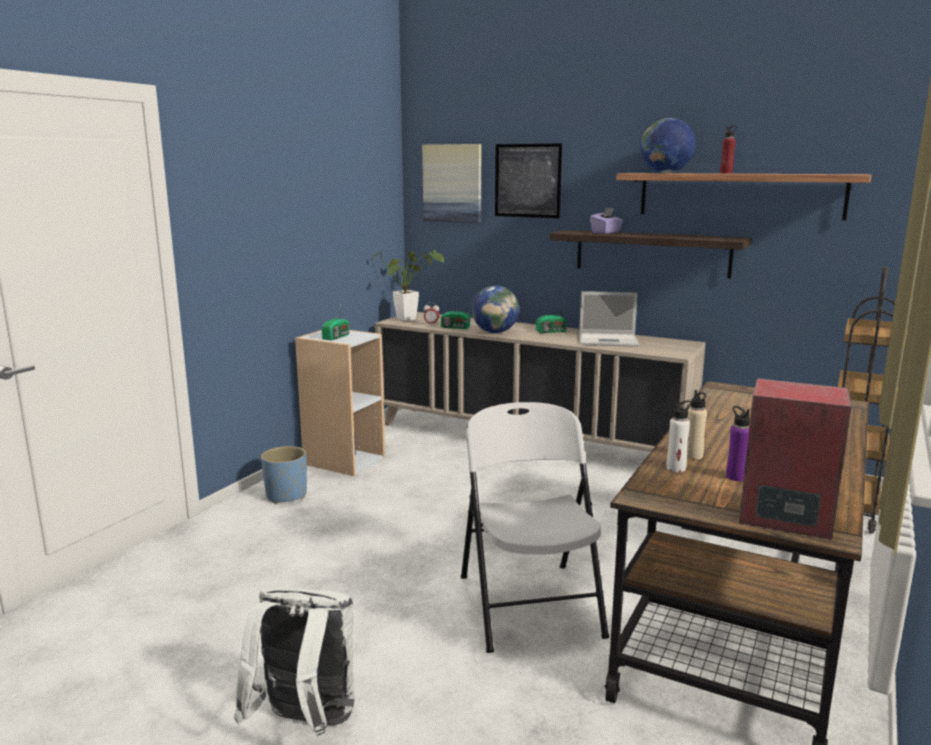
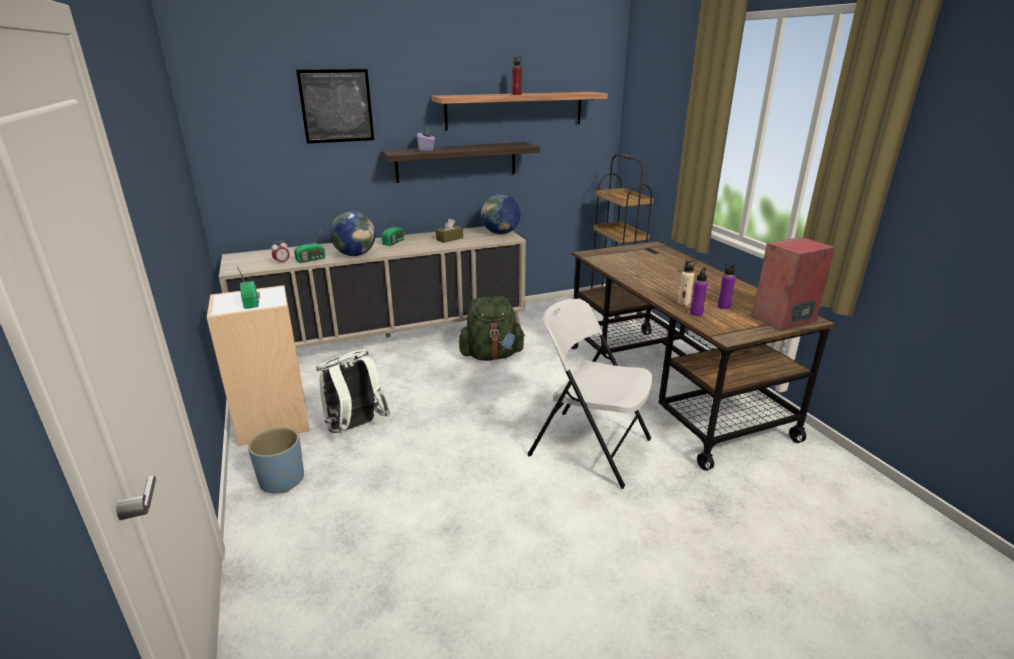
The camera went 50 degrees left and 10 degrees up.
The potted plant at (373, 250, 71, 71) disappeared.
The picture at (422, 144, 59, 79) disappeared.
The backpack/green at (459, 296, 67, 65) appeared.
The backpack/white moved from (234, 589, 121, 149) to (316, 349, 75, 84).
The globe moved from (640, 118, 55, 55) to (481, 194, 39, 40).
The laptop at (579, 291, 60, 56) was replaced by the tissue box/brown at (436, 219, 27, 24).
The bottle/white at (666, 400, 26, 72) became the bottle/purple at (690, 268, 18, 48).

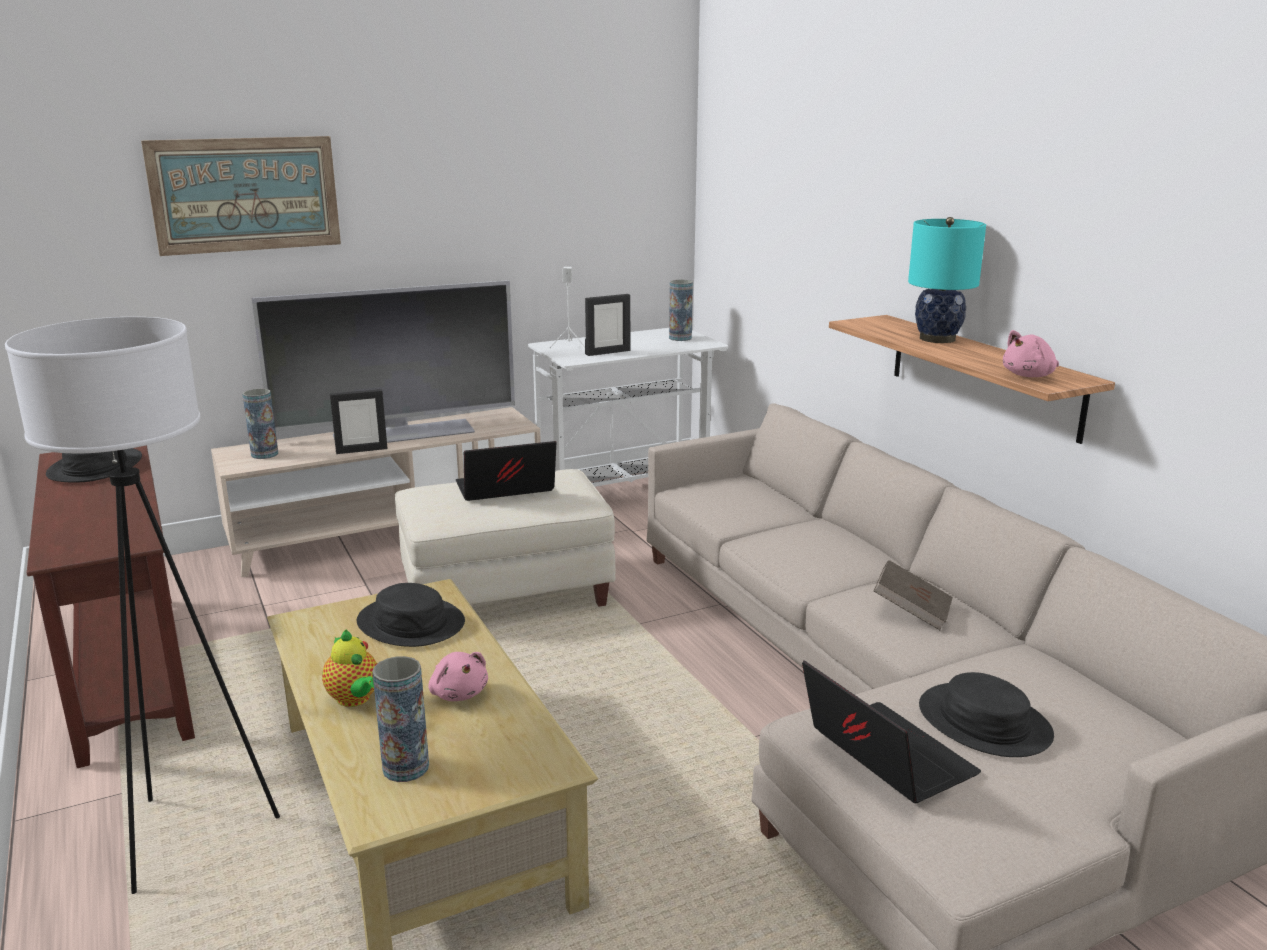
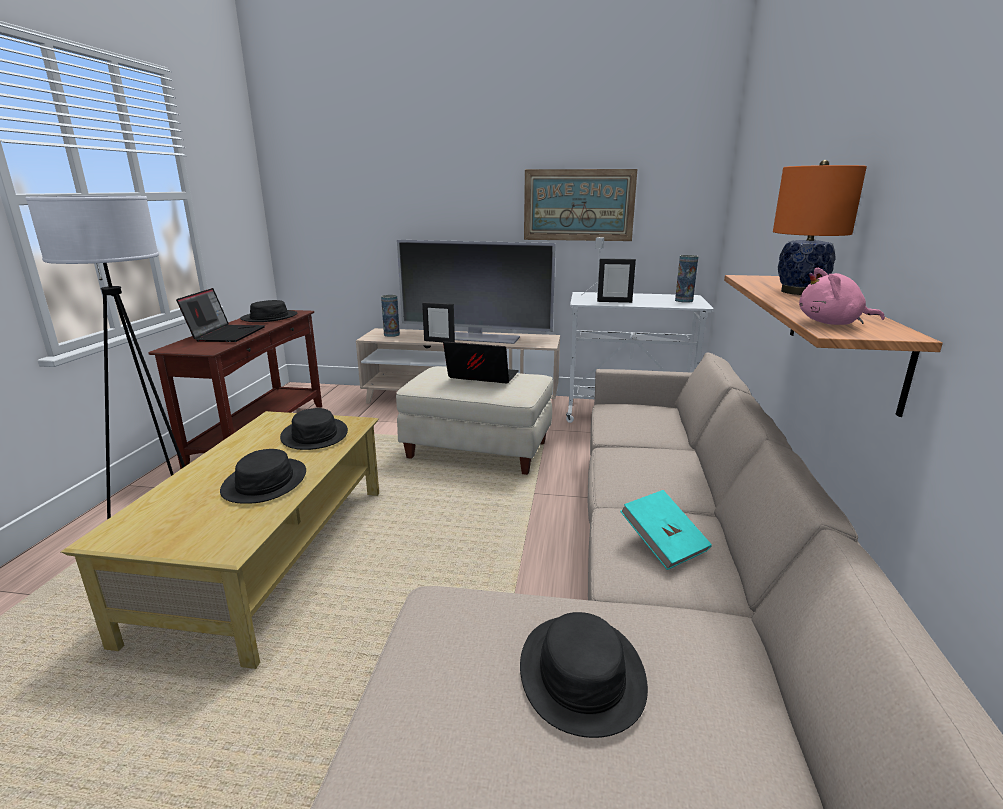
The camera went 35 degrees right and 0 degrees up.
The teapot at (322, 630, 55, 77) disappeared.
The vase at (372, 656, 57, 126) disappeared.
The picture moved from (141, 136, 200, 120) to (524, 169, 113, 72).
The laptop moved from (802, 660, 179, 143) to (176, 288, 89, 54).
The plush toy/pink at (428, 652, 60, 49) was replaced by the hat/black at (220, 449, 86, 55).
The book/brown at (874, 560, 79, 70) became the book/turquoise at (620, 490, 92, 80).
The table lamp/turquoise at (908, 217, 78, 126) became the table lamp/orange at (773, 160, 94, 135).

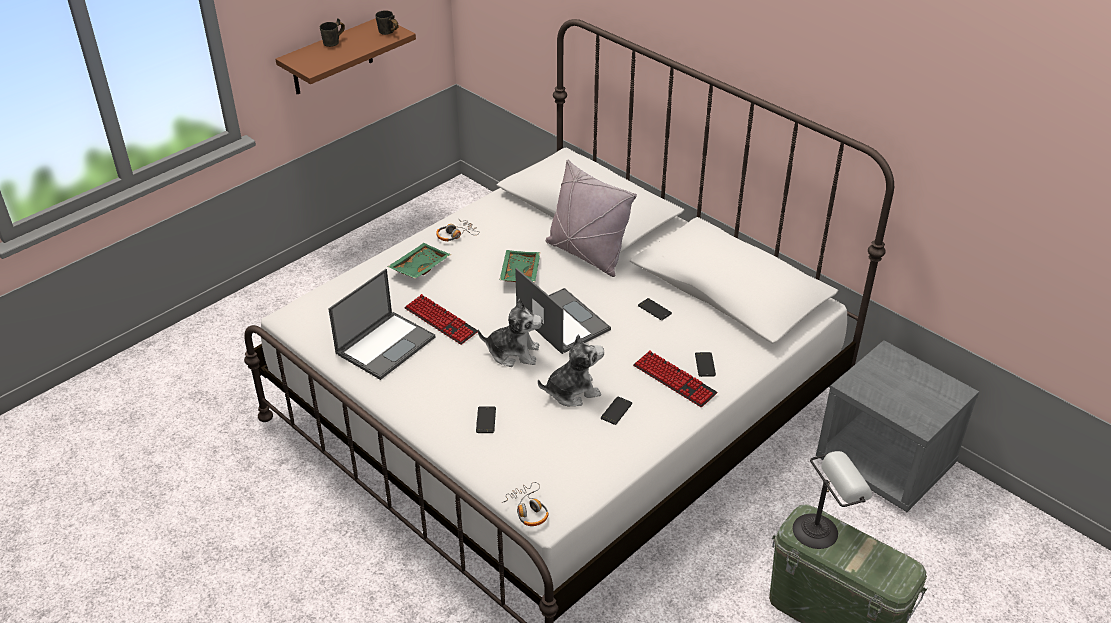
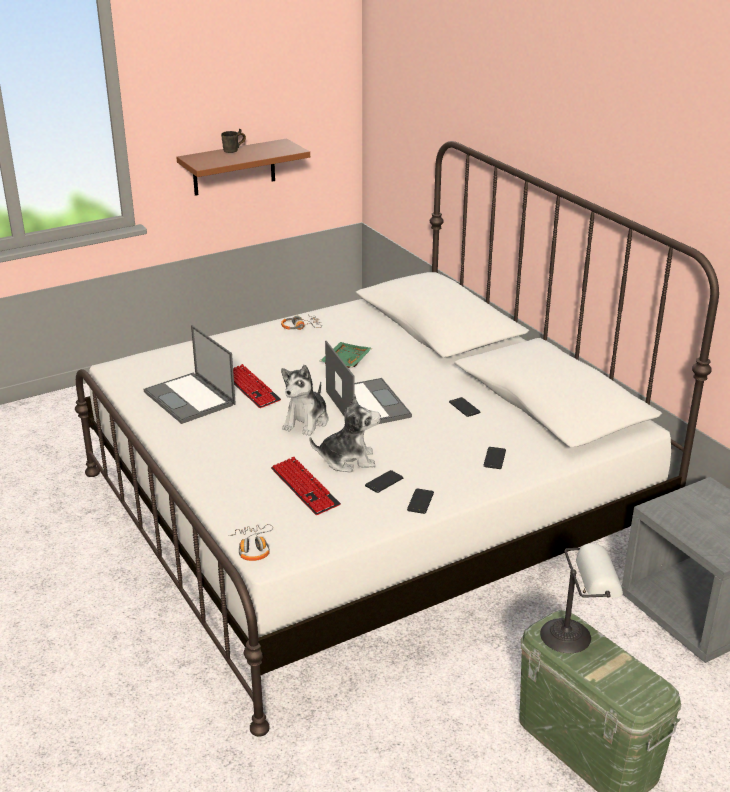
The camera went 15 degrees right and 10 degrees down.
The mug/grey at (375, 10, 24, 25) disappeared.
The tray/green at (387, 243, 64, 36) disappeared.
The pillow/purple at (546, 160, 91, 117) disappeared.
The phone moved from (476, 406, 20, 27) to (407, 488, 27, 26).
The keyboard moved from (633, 350, 85, 57) to (271, 457, 70, 58).
The laptop at (328, 269, 107, 111) turned 90 degrees clockwise.
The plush toy at (478, 299, 64, 68) turned 90 degrees clockwise.

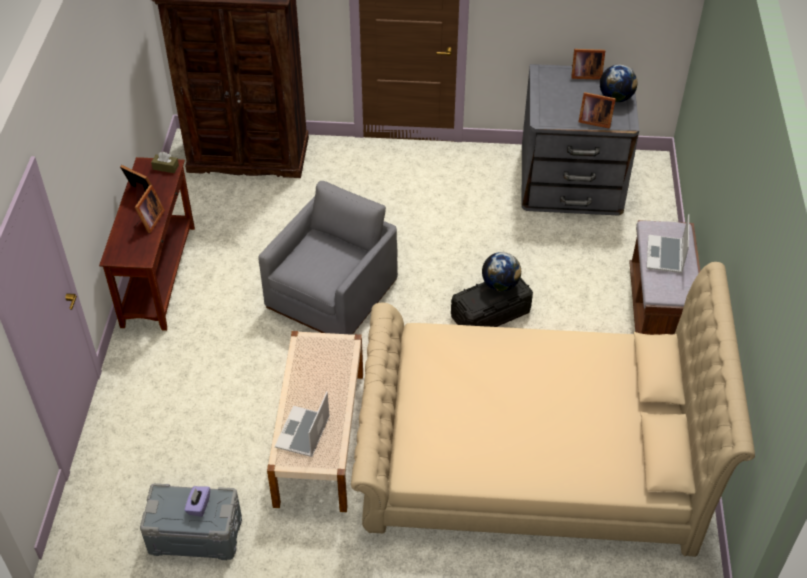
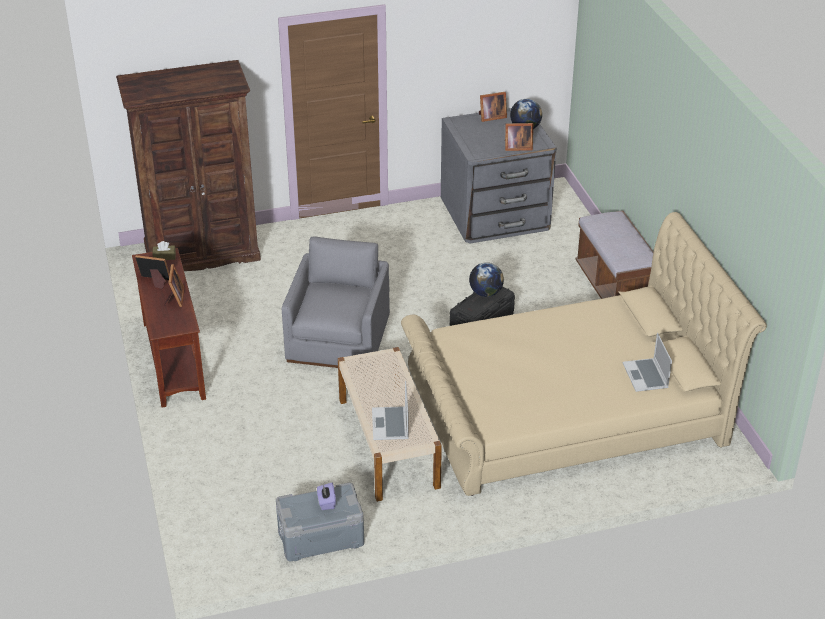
The camera went 20 degrees left and 10 degrees down.
The laptop moved from (647, 214, 42, 59) to (623, 333, 49, 59).

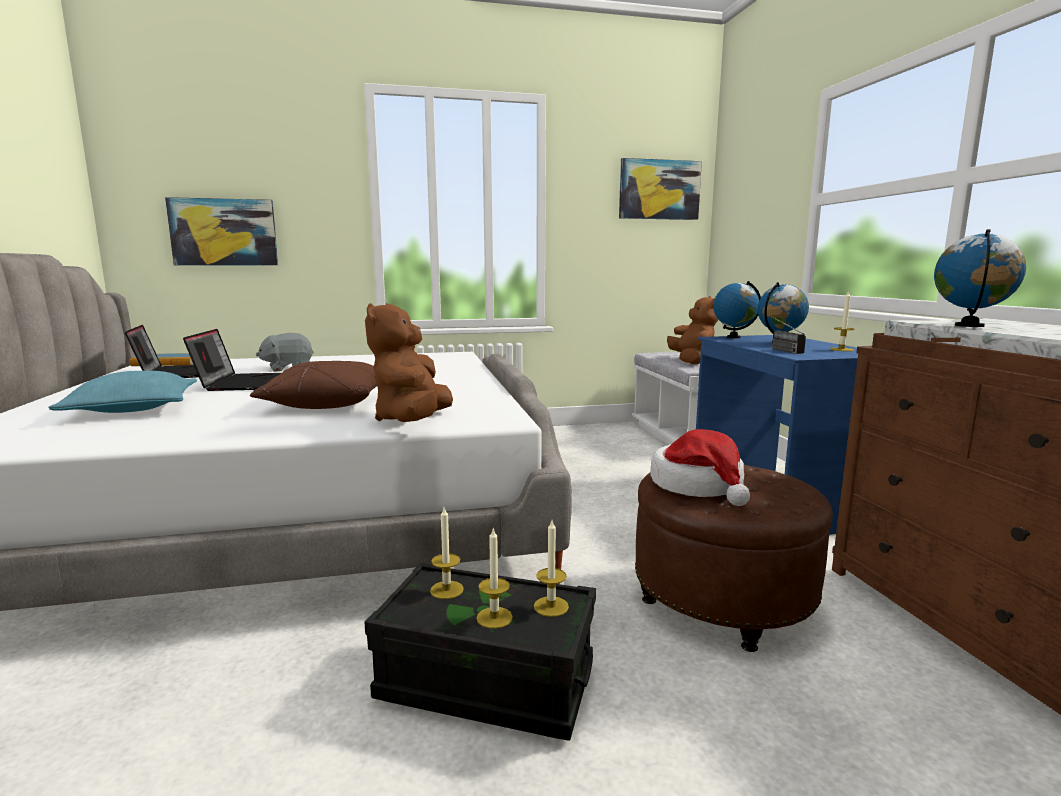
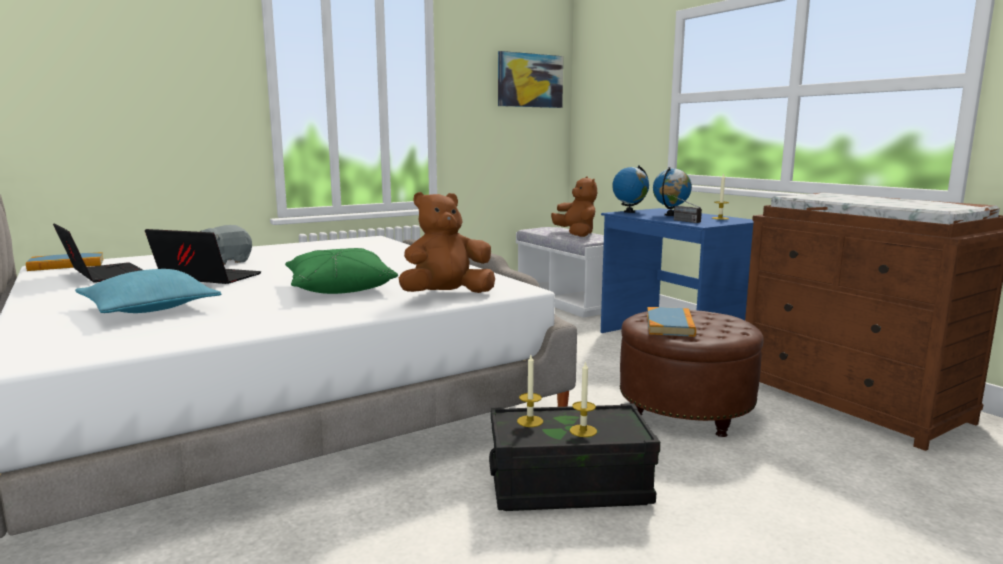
The camera went 20 degrees left and 0 degrees up.
The picture at (165, 197, 113, 69) disappeared.
The candle at (534, 520, 35, 97) disappeared.
The globe at (934, 229, 92, 98) disappeared.
The hat at (650, 429, 100, 77) was replaced by the book at (647, 307, 49, 30).
The pillow/brown at (250, 361, 127, 48) became the pillow/green at (285, 248, 113, 46).
The laptop at (183, 329, 98, 62) turned 45 degrees counterclockwise.
The plush toy/brown at (365, 303, 88, 119) turned 75 degrees clockwise.

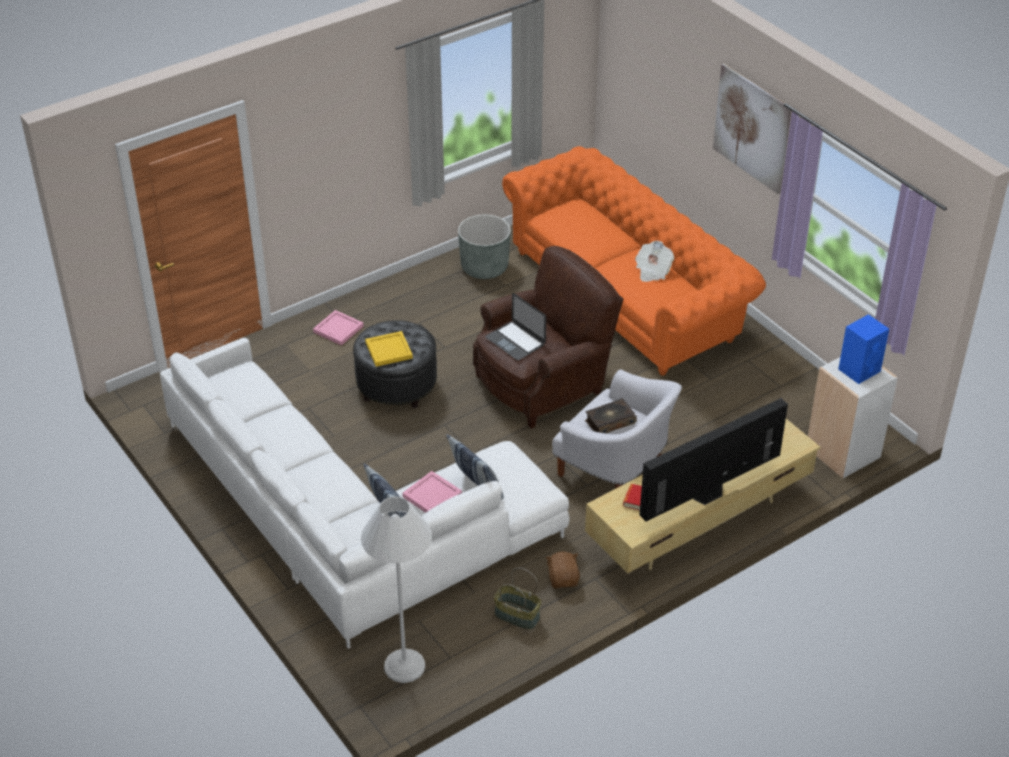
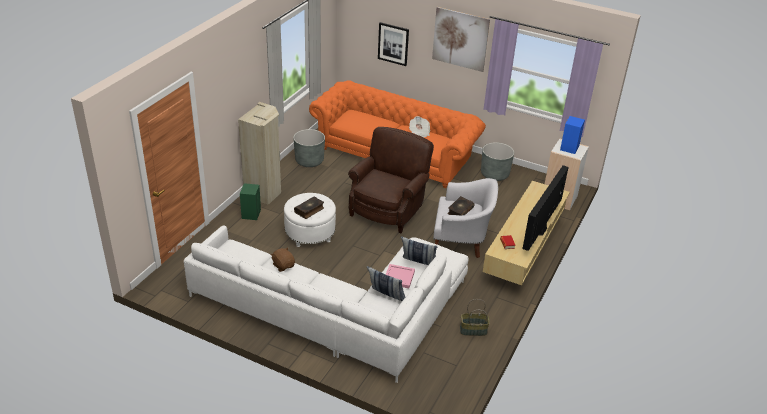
The camera went 30 degrees left and 5 degrees down.
The floor lamp/white at (361, 496, 71, 187) disappeared.
The laptop at (485, 293, 61, 67) disappeared.
The cabinet/beige at (238, 102, 43, 103) appeared.
The picture at (378, 22, 31, 44) appeared.
The planter/grey at (481, 142, 33, 39) appeared.
The plush toy/brown moved from (546, 552, 34, 36) to (271, 248, 24, 24).
The tray/pink at (313, 310, 51, 36) was replaced by the speaker/green at (240, 183, 21, 37).
The tray/yellow at (365, 331, 48, 36) was replaced by the book at (294, 197, 30, 22).
The ottoman/black at (353, 320, 84, 88) became the ottoman/white at (284, 193, 52, 54).

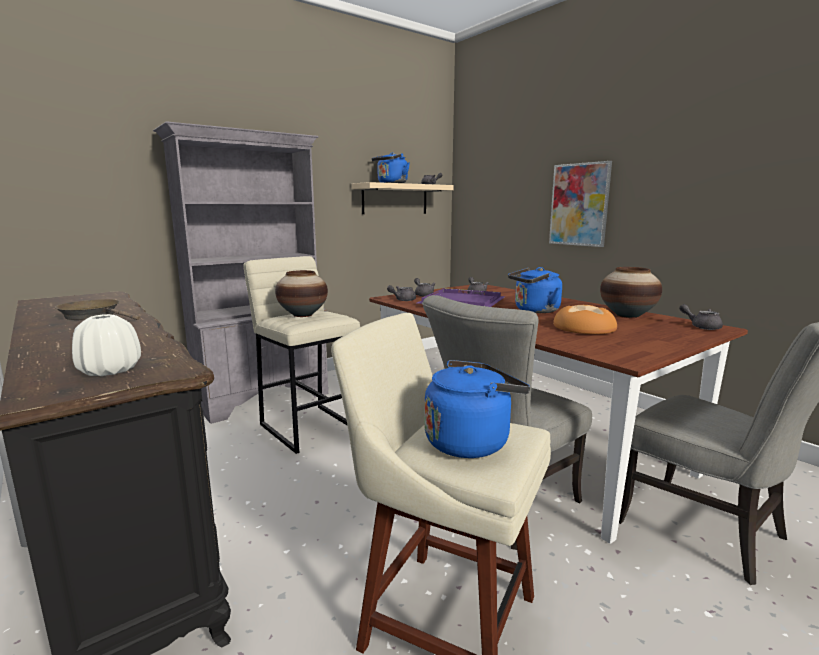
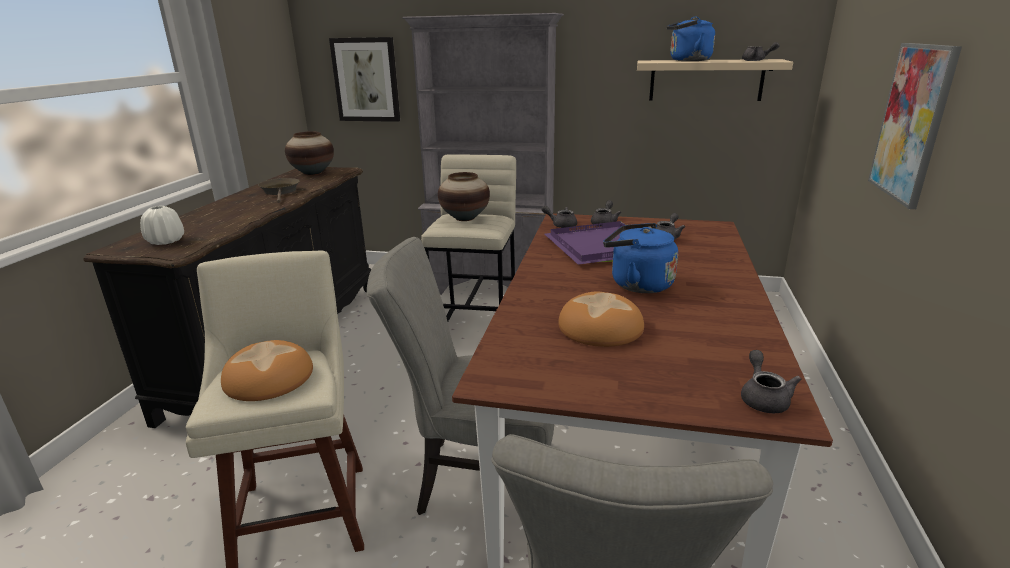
The camera went 50 degrees right and 10 degrees up.
The picture at (329, 37, 71, 85) appeared.
The vase moved from (600, 267, 62, 51) to (285, 131, 49, 44).
The kettle/blue at (424, 360, 106, 98) was replaced by the bread at (221, 340, 92, 61).

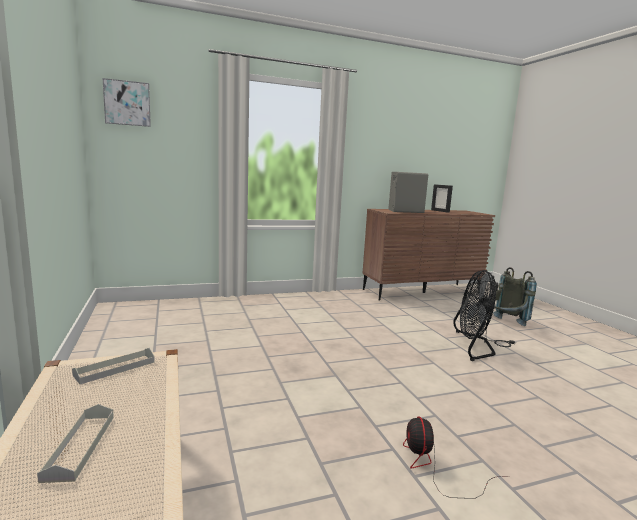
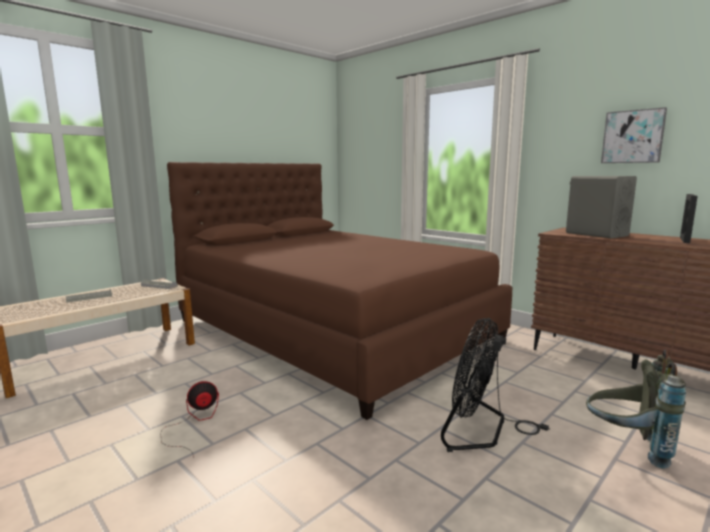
The camera went 65 degrees right and 0 degrees up.
The bed/brown at (167, 162, 345, 258) appeared.
The picture moved from (103, 78, 48, 49) to (601, 107, 66, 56).
The fan/black at (453, 270, 63, 91) turned 45 degrees counterclockwise.

